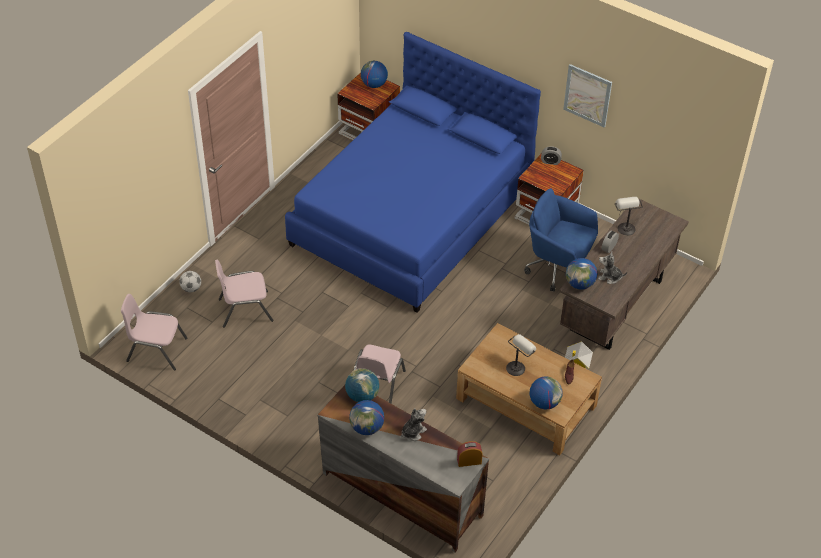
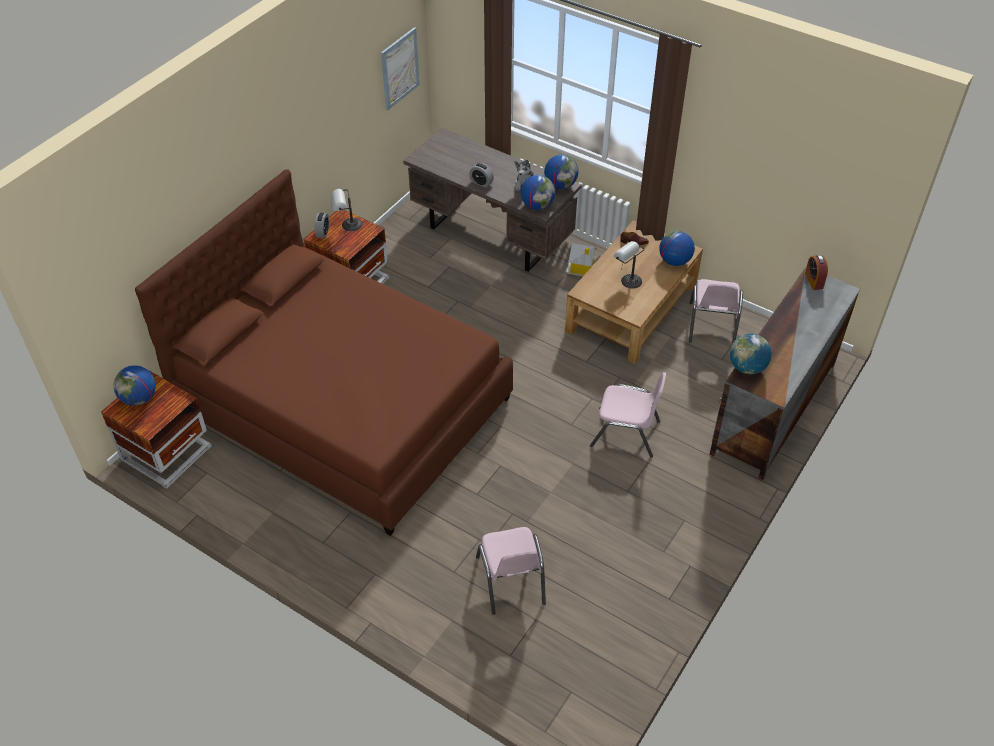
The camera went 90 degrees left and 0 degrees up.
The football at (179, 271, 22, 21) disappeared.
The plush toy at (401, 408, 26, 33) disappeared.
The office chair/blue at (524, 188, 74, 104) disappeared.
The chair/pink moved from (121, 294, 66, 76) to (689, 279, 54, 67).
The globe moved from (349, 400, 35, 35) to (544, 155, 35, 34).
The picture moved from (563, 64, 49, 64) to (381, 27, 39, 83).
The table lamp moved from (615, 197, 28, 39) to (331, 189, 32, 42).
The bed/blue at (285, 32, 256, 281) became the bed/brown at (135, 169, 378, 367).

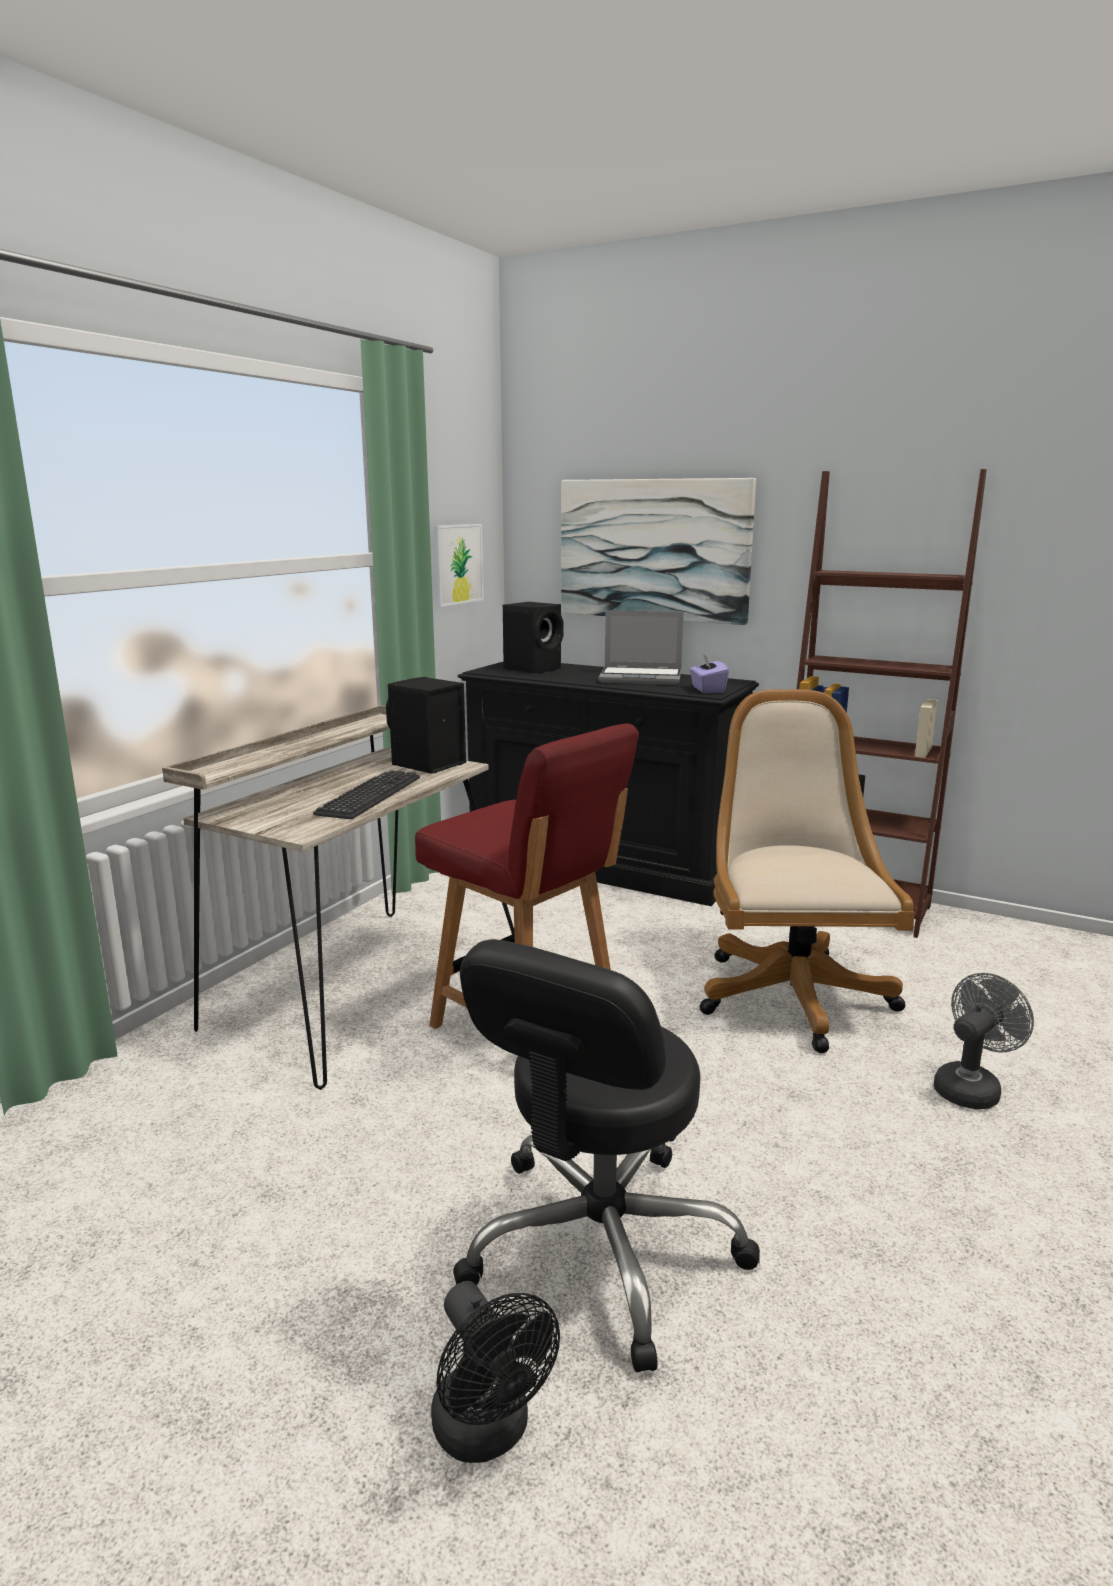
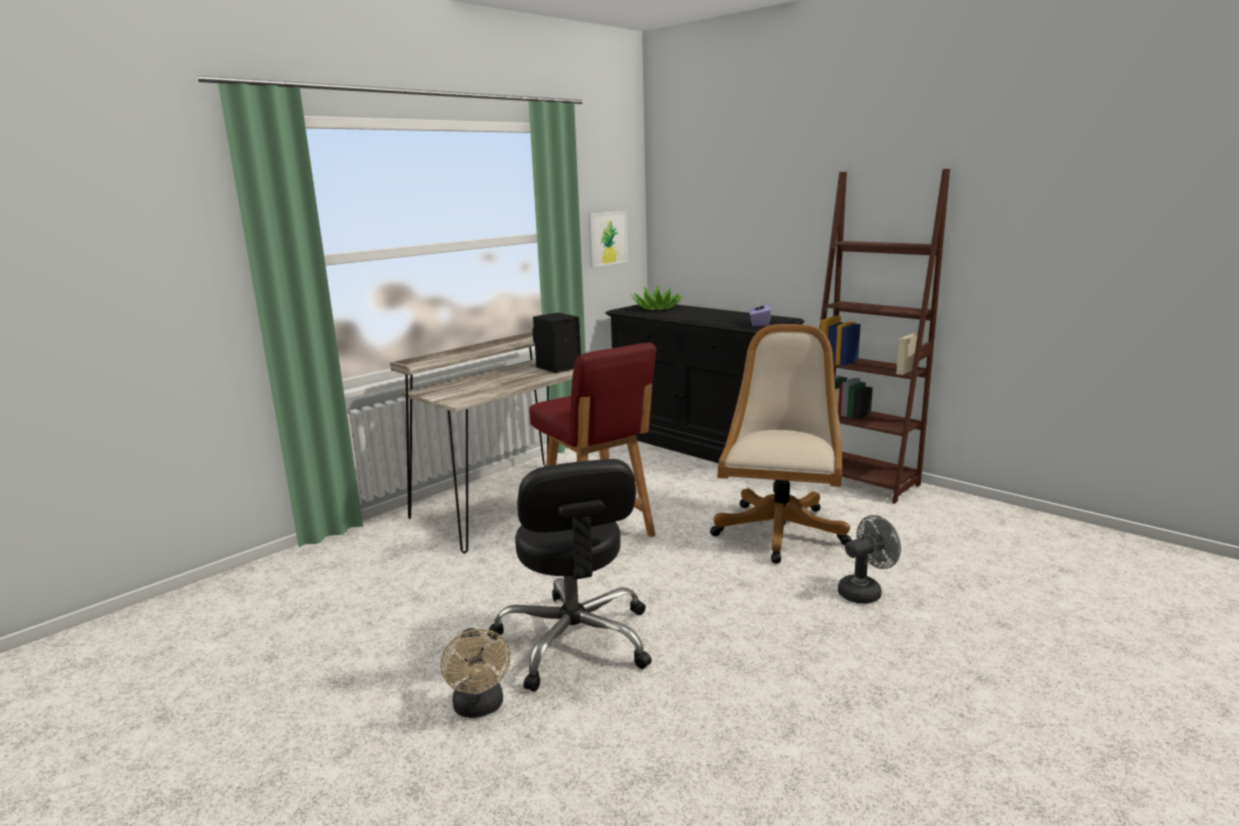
The camera went 15 degrees right and 0 degrees up.
The keyboard at (313, 770, 107, 49) disappeared.
The picture at (561, 478, 195, 147) disappeared.
The laptop at (598, 610, 85, 75) disappeared.
The speaker/black at (503, 602, 60, 71) was replaced by the potted plant at (631, 285, 53, 25).
The fan/black at (431, 1281, 129, 182) became the fan/beige at (440, 628, 71, 90).
The office chair/black at (453, 939, 307, 433) turned 60 degrees counterclockwise.

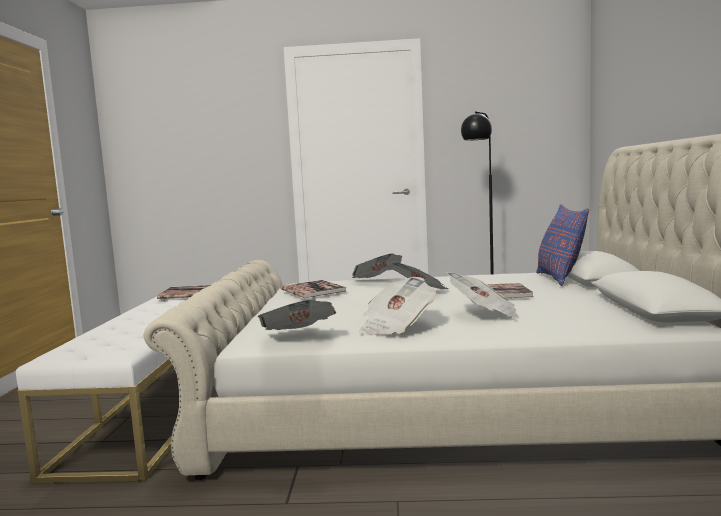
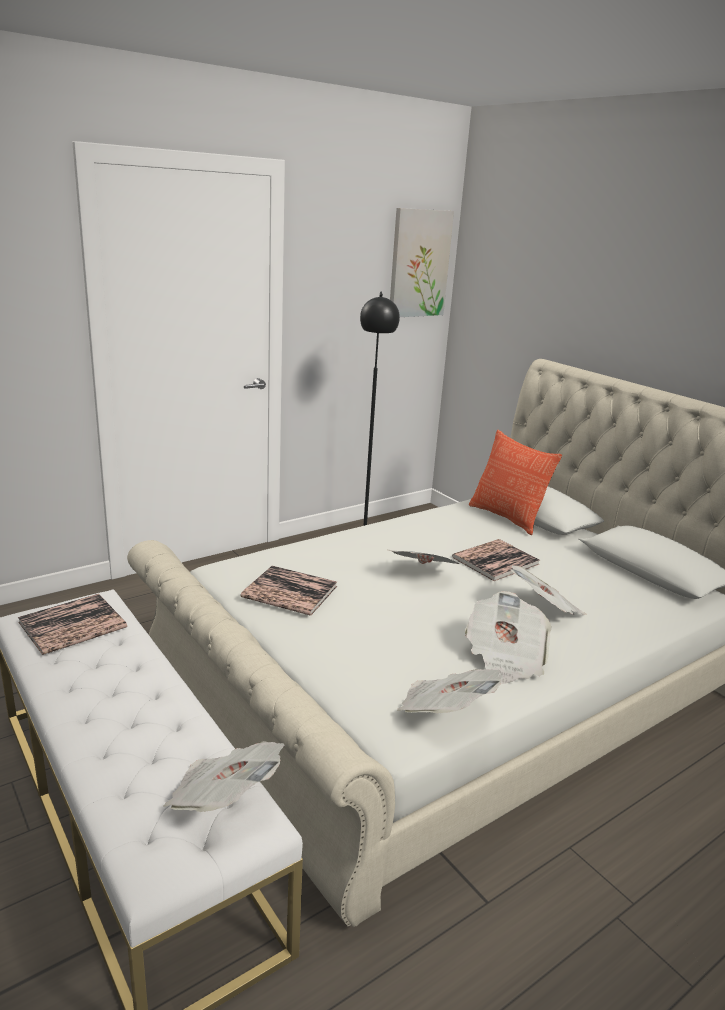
The camera went 40 degrees left and 15 degrees up.
The picture at (390, 208, 64, 109) appeared.
The newspaper moved from (352, 254, 50, 24) to (164, 741, 120, 71).
The pillow/blue at (536, 204, 53, 82) became the pillow/orange at (469, 430, 93, 105).

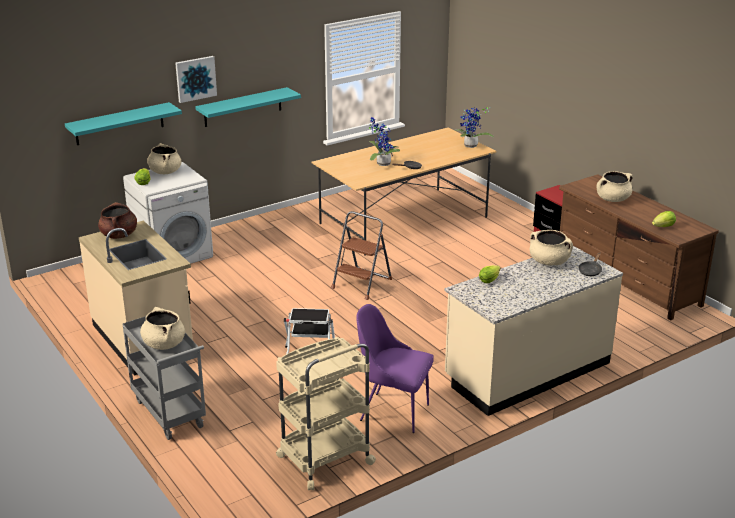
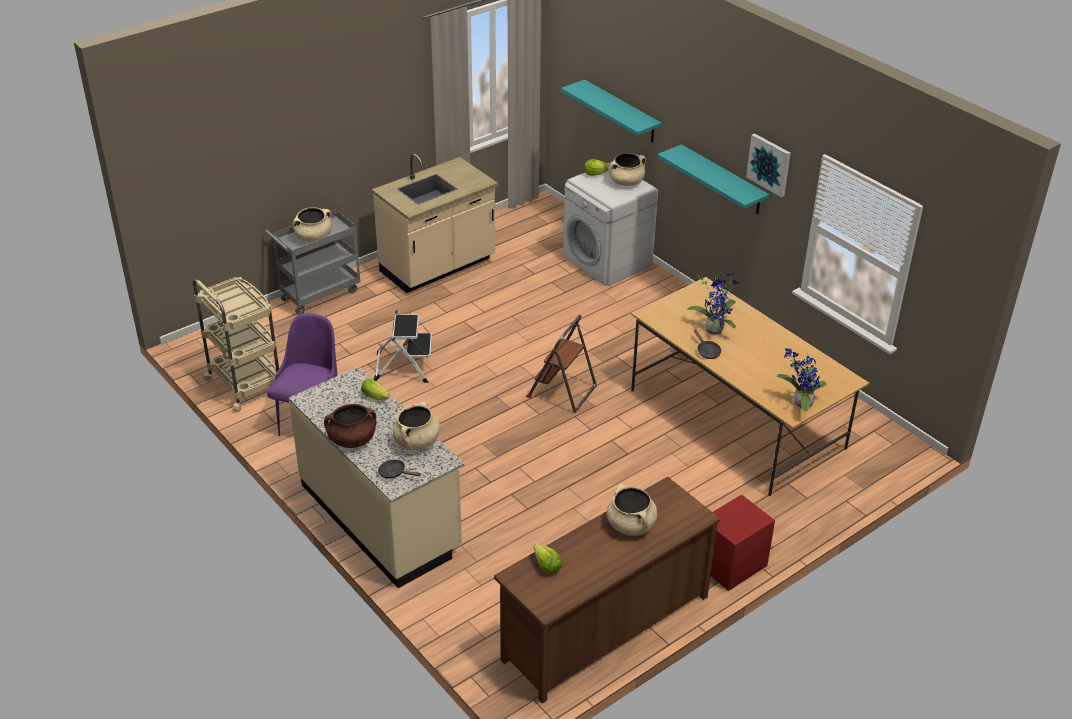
The camera went 85 degrees right and 10 degrees up.
The cooking pot/brown moved from (98, 202, 39, 37) to (324, 404, 52, 44).
The picture moved from (175, 56, 42, 47) to (746, 133, 45, 64).

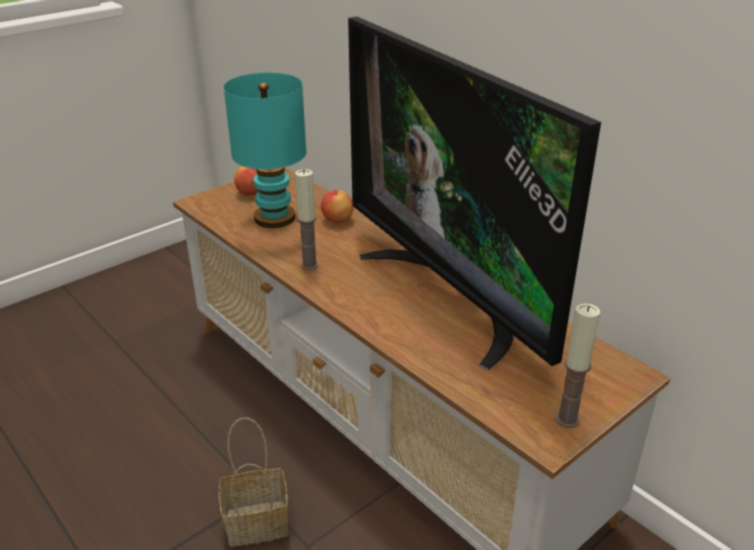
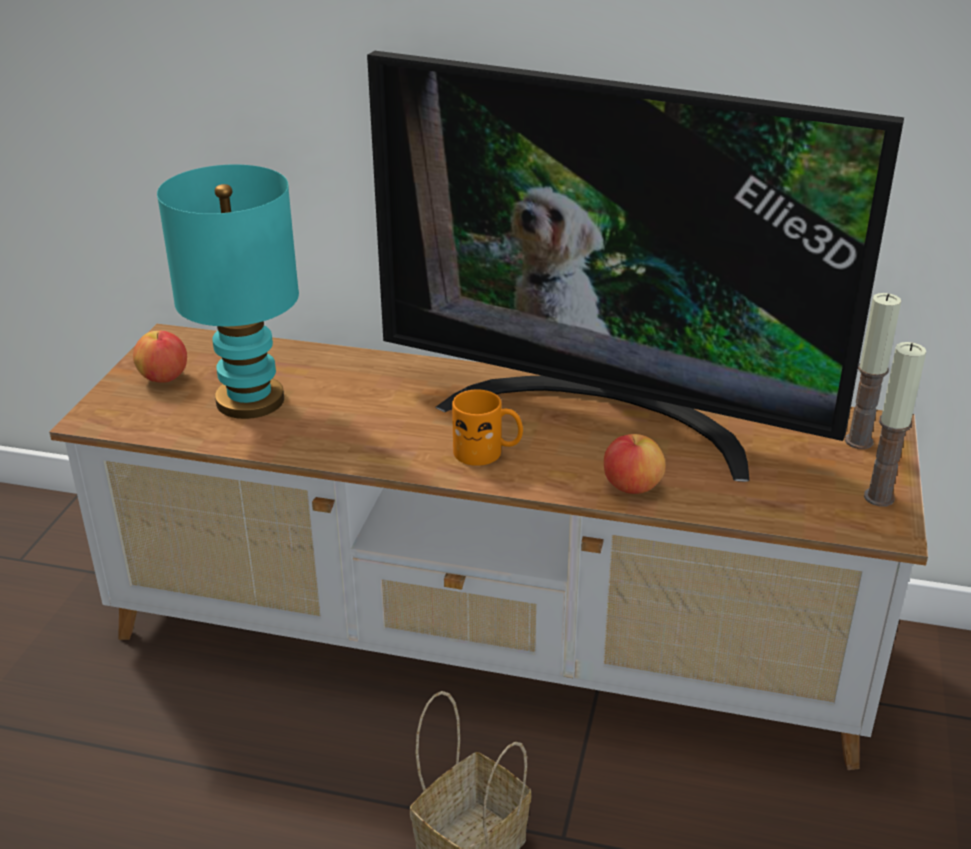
The camera went 35 degrees left and 0 degrees up.
The mug/orange at (452, 389, 71, 77) appeared.
The candle moved from (295, 169, 24, 101) to (845, 293, 56, 156).
The apple moved from (321, 189, 33, 34) to (604, 434, 61, 60).

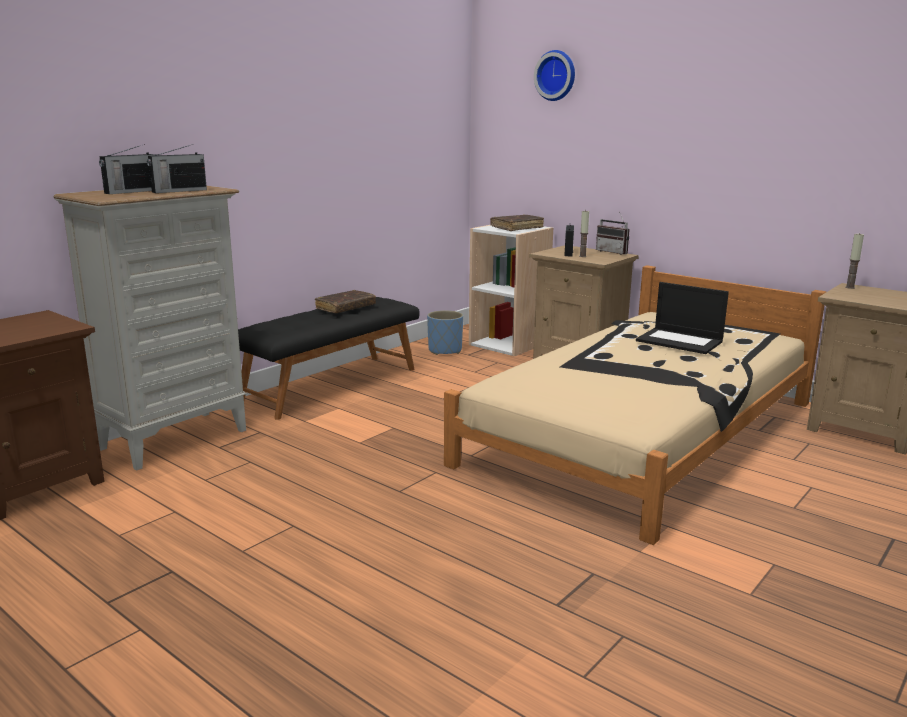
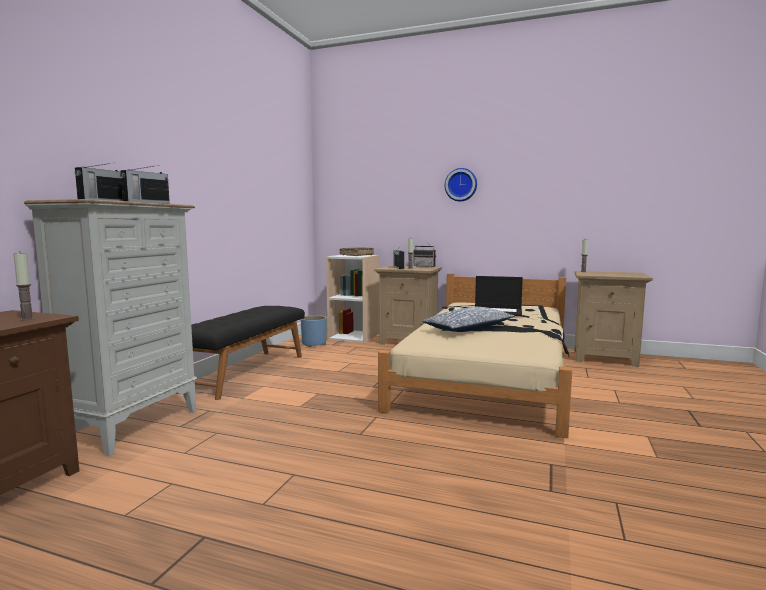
The camera went 20 degrees left and 10 degrees down.
The book/brown at (315, 290, 61, 24) disappeared.
The candle at (13, 251, 21, 70) appeared.
The pillow at (422, 307, 93, 25) appeared.
The wall clock moved from (534, 50, 41, 51) to (444, 168, 33, 34).

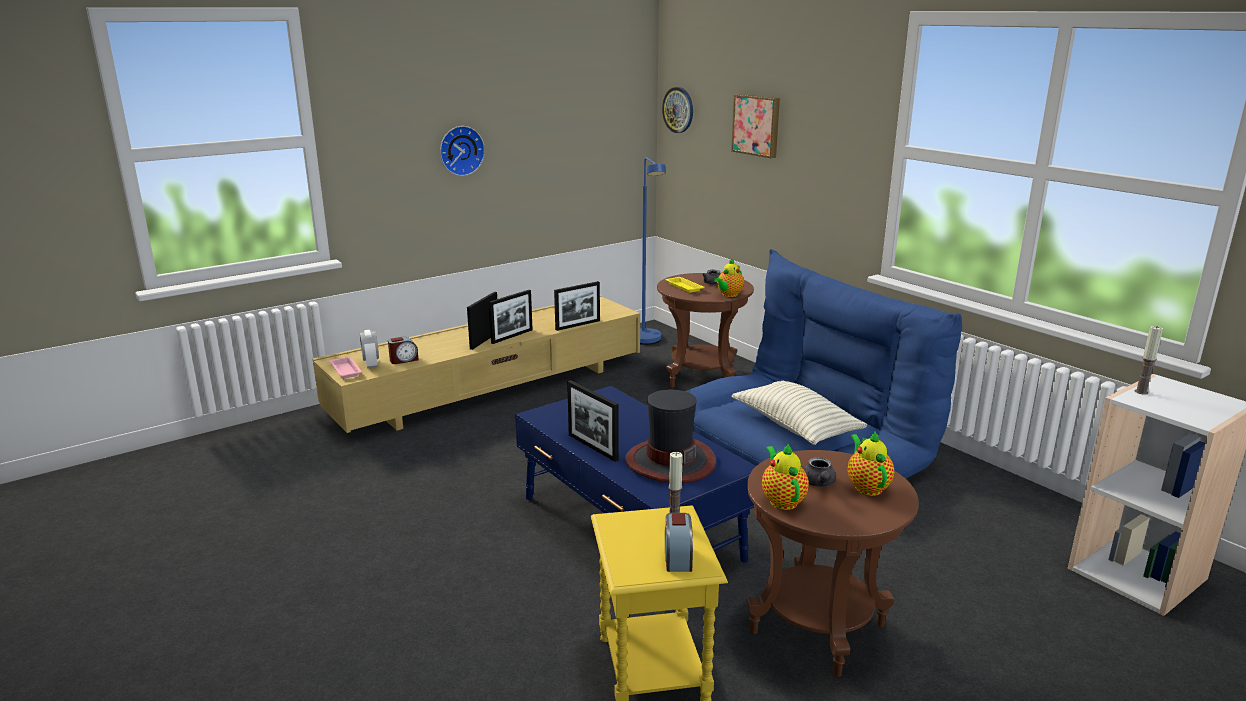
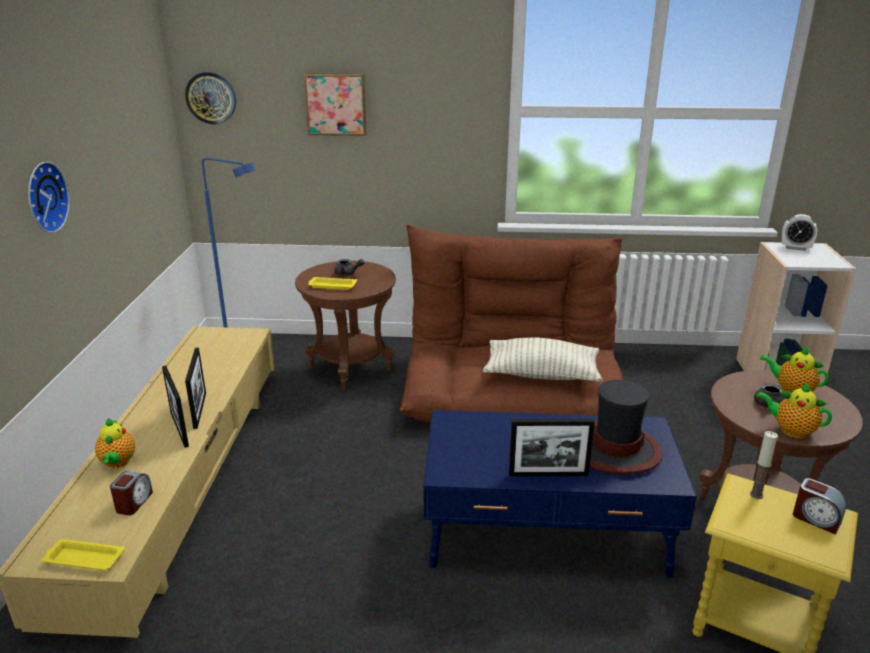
The camera went 50 degrees left and 5 degrees up.
The picture frame at (554, 281, 46, 50) disappeared.
The candle at (1135, 326, 28, 69) disappeared.
The alarm clock moved from (360, 330, 19, 39) to (782, 214, 35, 37).
The teapot moved from (714, 258, 30, 39) to (95, 419, 40, 50).
The tray/pink at (330, 357, 32, 21) became the tray/yellow at (42, 539, 83, 32).
The sofa/blue at (685, 249, 277, 230) became the sofa/brown at (400, 224, 223, 198).

